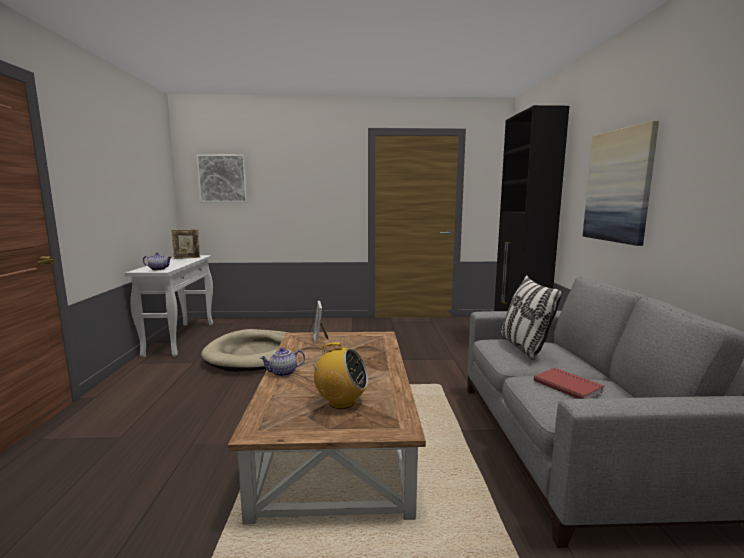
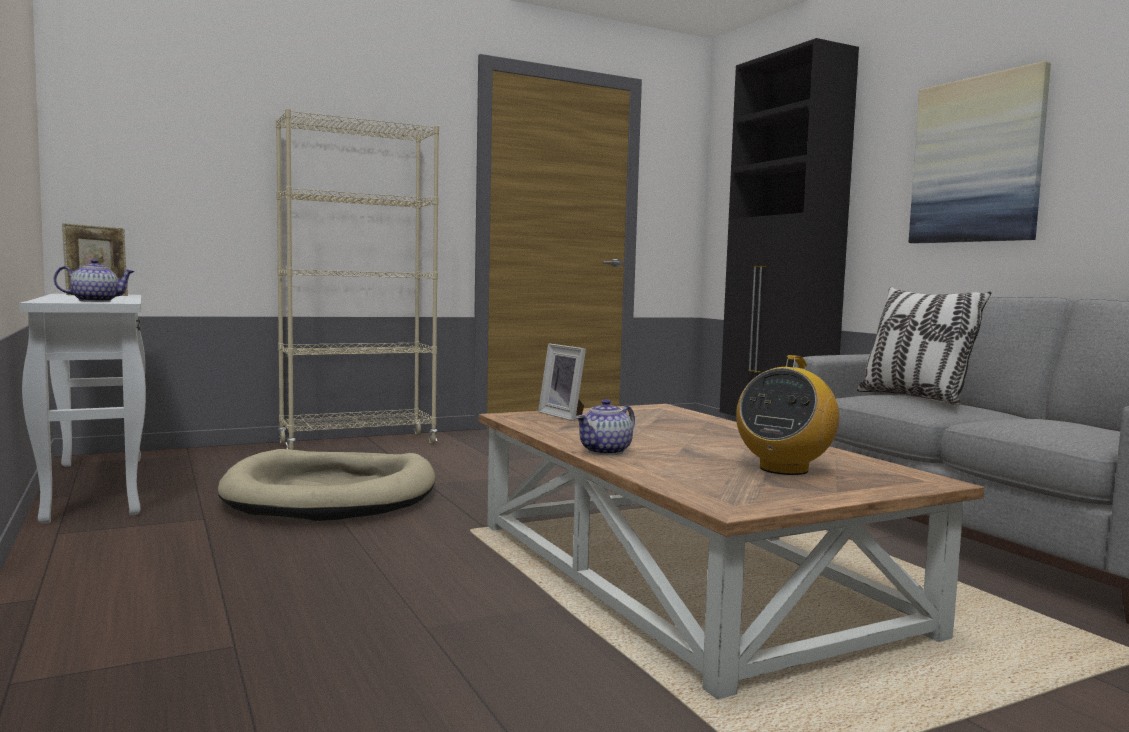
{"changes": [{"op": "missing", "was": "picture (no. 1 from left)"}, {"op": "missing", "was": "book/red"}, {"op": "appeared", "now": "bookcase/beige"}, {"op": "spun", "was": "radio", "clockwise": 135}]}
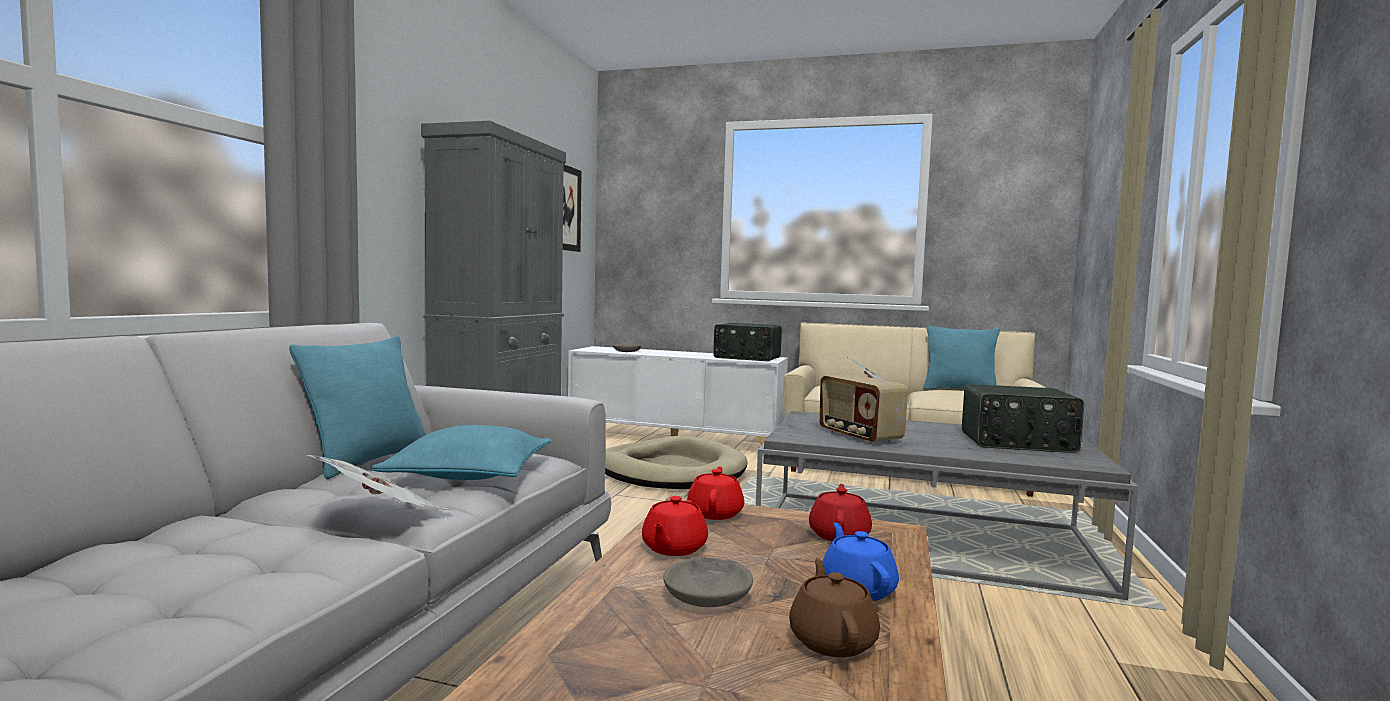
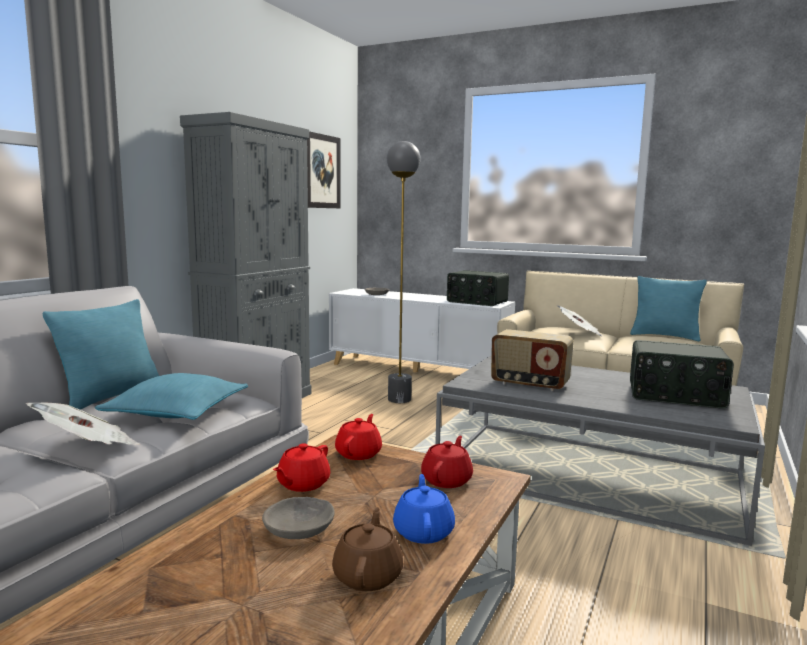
{"changes": [{"op": "exchanged", "was": "dog bed/beige", "now": "floor lamp/grey"}, {"op": "spun", "was": "radio (no. 2 from left)", "clockwise": -45}]}
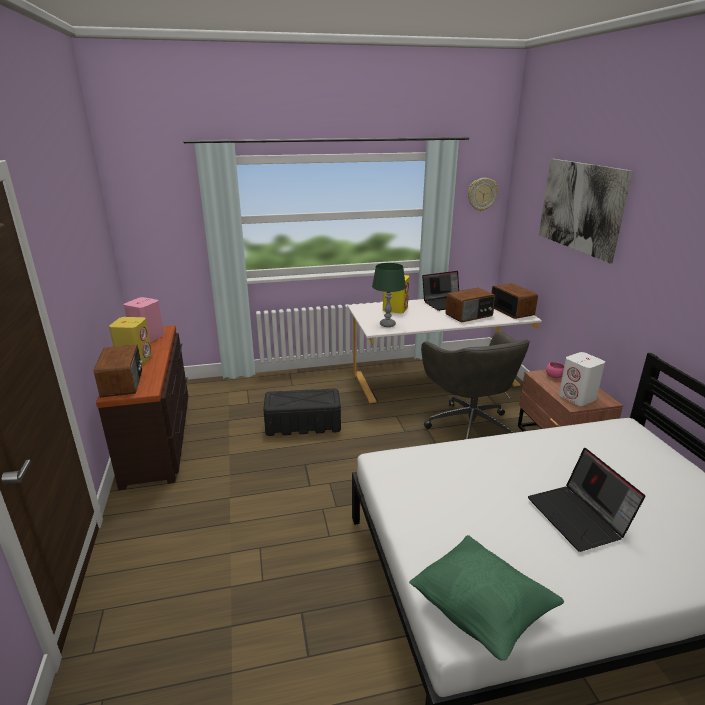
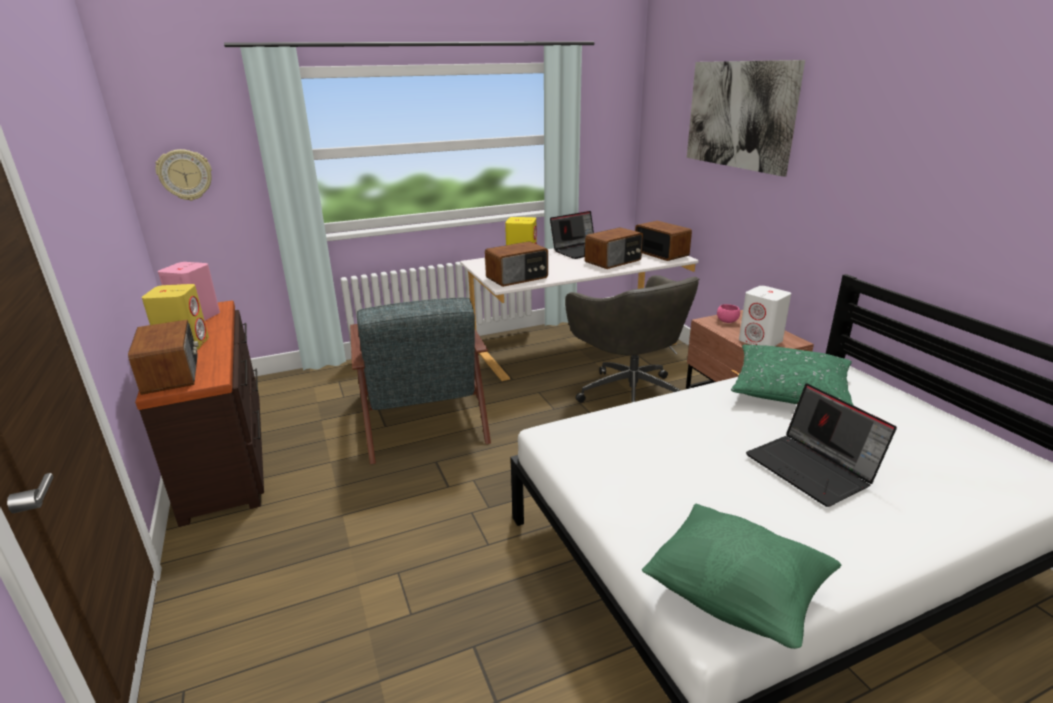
{"changes": [{"op": "appeared", "now": "pillow/green (no. 2 from left)"}, {"op": "relocated", "was": "wall clock"}, {"op": "exchanged", "was": "storage box/black", "now": "armchair/grey"}, {"op": "exchanged", "was": "table lamp/green", "now": "radio (no. 2 from left)"}]}
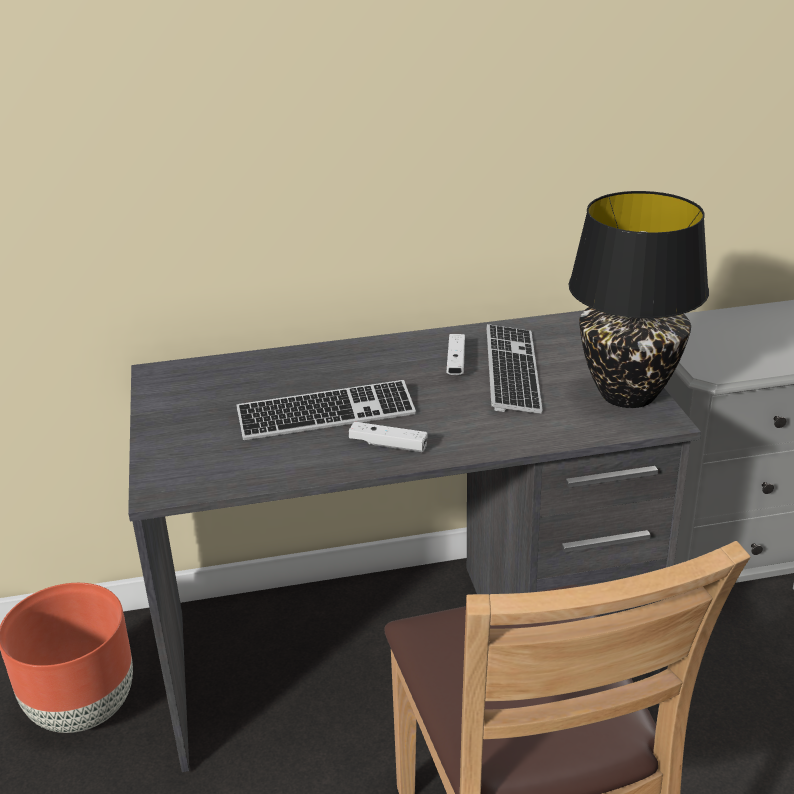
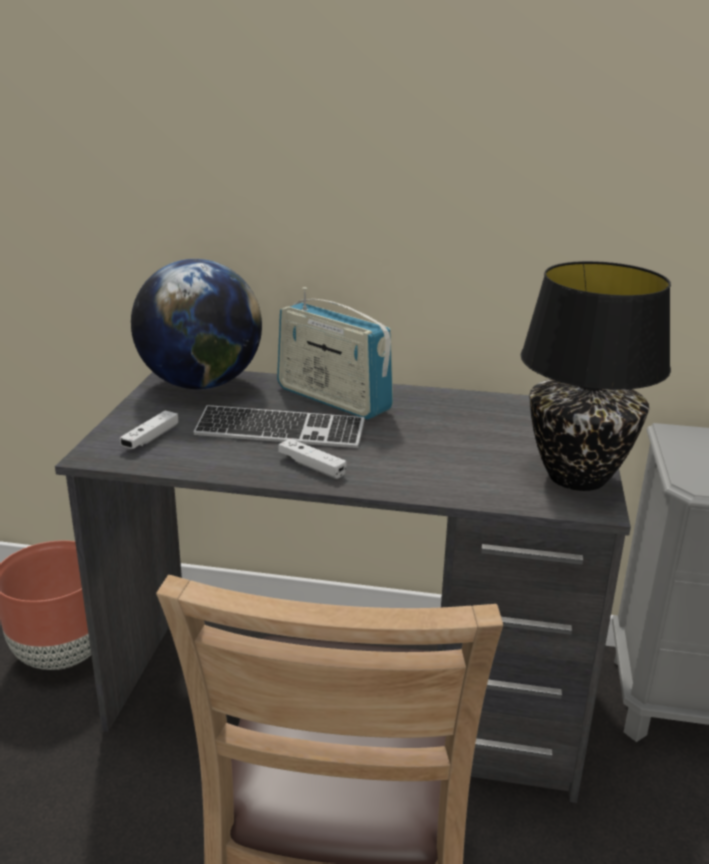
{"changes": [{"op": "missing", "was": "keyboard (no. 2 from left)"}, {"op": "appeared", "now": "globe"}, {"op": "appeared", "now": "radio"}, {"op": "relocated", "was": "game controller/white (no. 2 from left in the first image)", "now": "game controller/white (no. 1 from left)"}]}
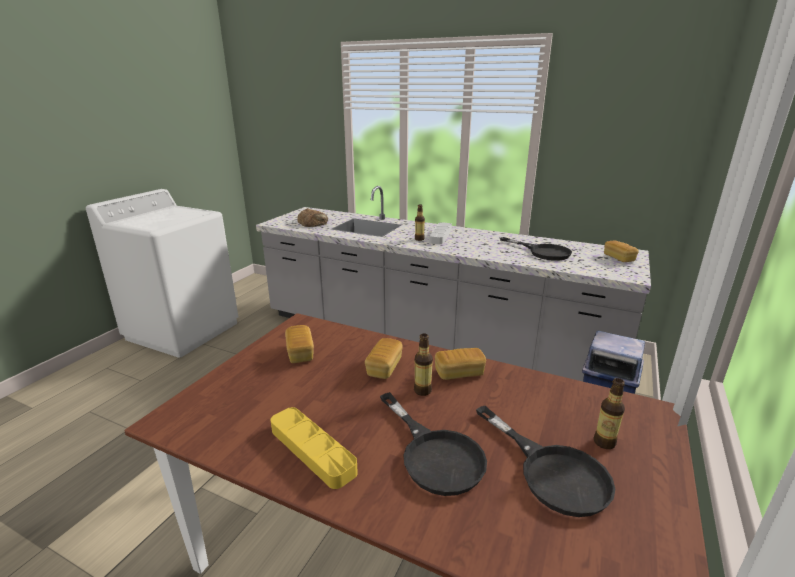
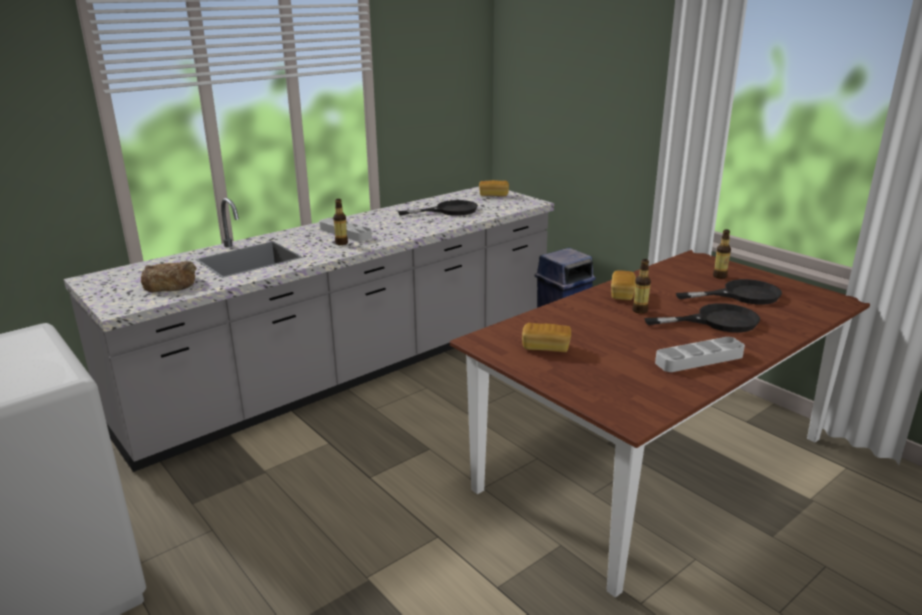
{"changes": [{"op": "missing", "was": "bread (no. 3 from left)"}, {"op": "colour", "was": "tray/yellow", "now": "tray/grey (no. 2 from left)"}]}
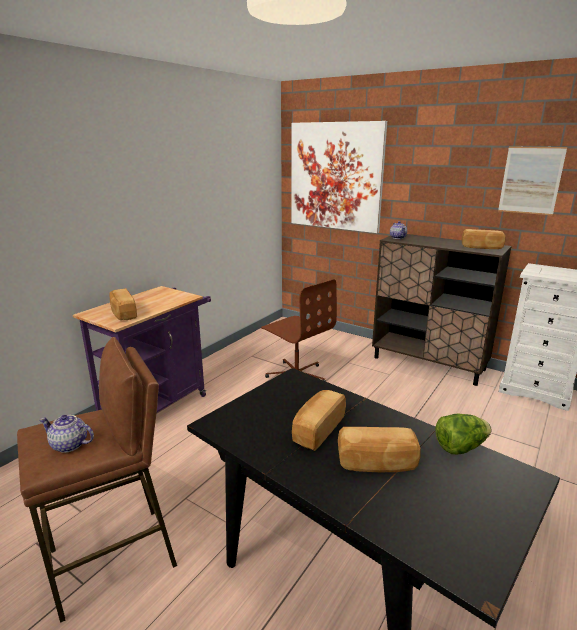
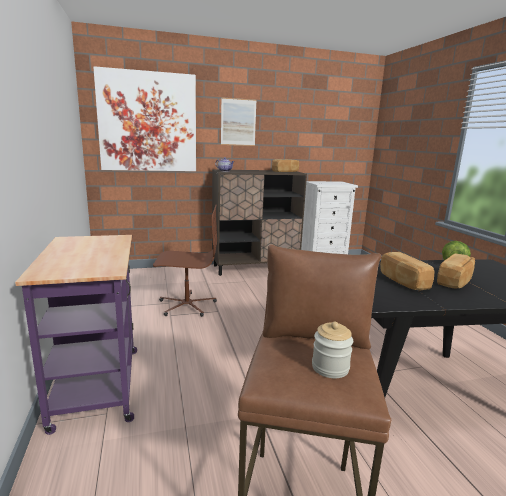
{"changes": [{"op": "missing", "was": "bread (no. 1 from left)"}, {"op": "relocated", "was": "picture (no. 2 from left)"}, {"op": "exchanged", "was": "teapot (no. 1 from left)", "now": "jar"}]}
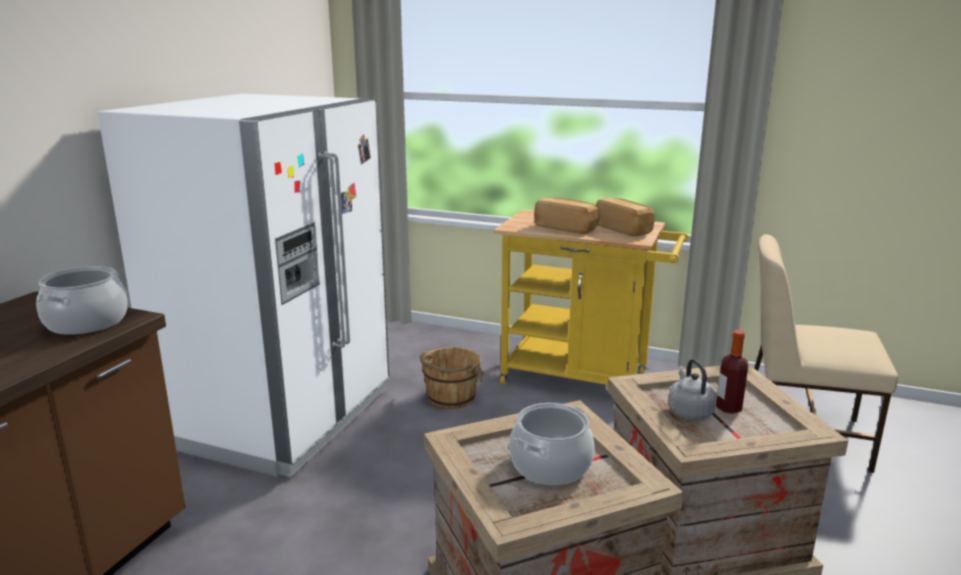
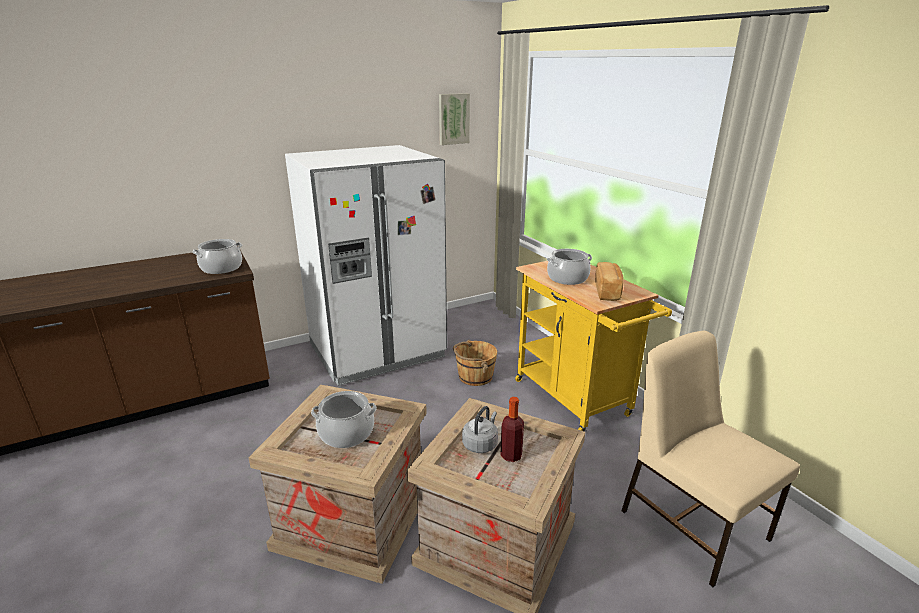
{"changes": [{"op": "appeared", "now": "picture"}, {"op": "exchanged", "was": "bread (no. 1 from left)", "now": "cooking pot (no. 3 from left)"}]}
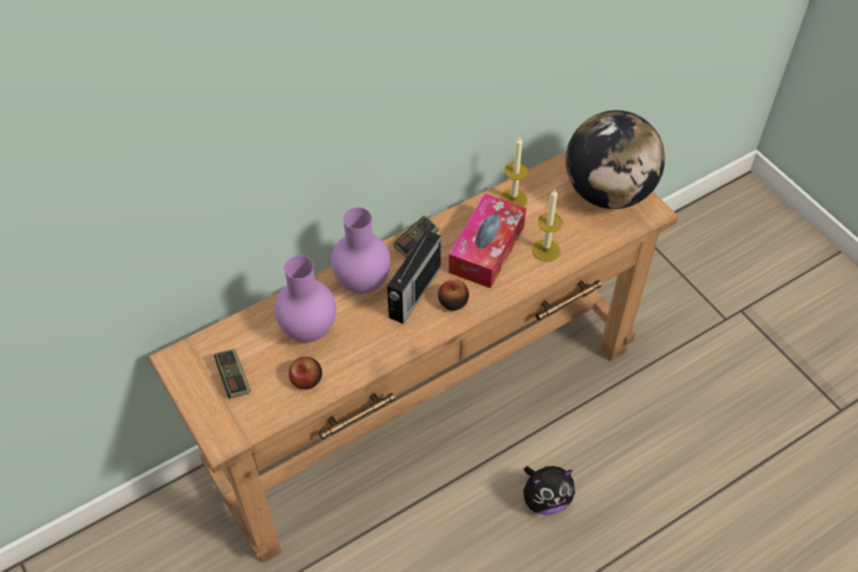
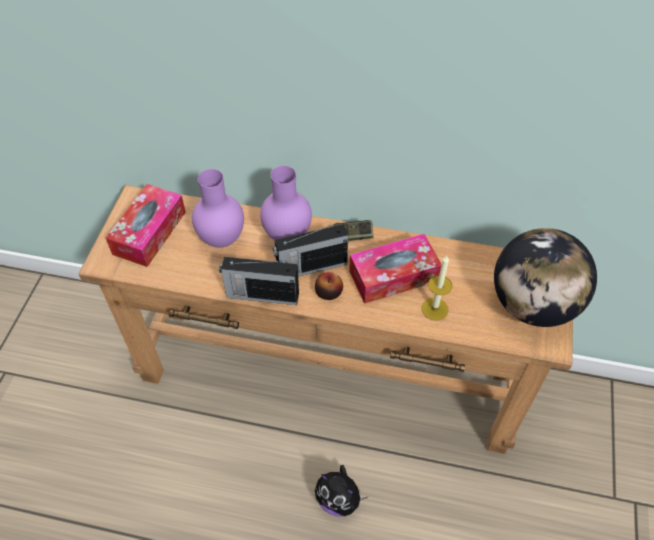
{"changes": [{"op": "missing", "was": "apple (no. 1 from left)"}, {"op": "missing", "was": "candle (no. 1 from left)"}, {"op": "appeared", "now": "radio (no. 1 from left)"}, {"op": "exchanged", "was": "game controller (no. 1 from left)", "now": "tissue box (no. 1 from left)"}]}
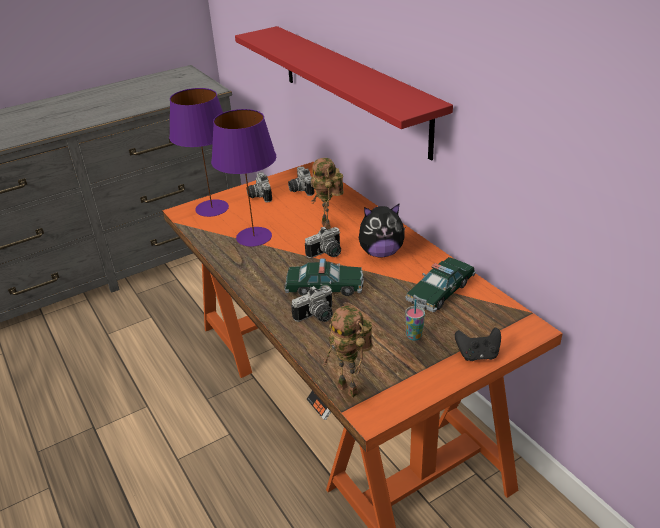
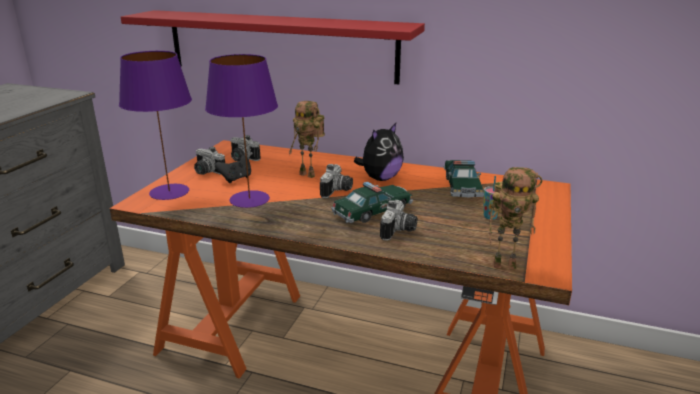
{"changes": [{"op": "relocated", "was": "game controller/black"}]}
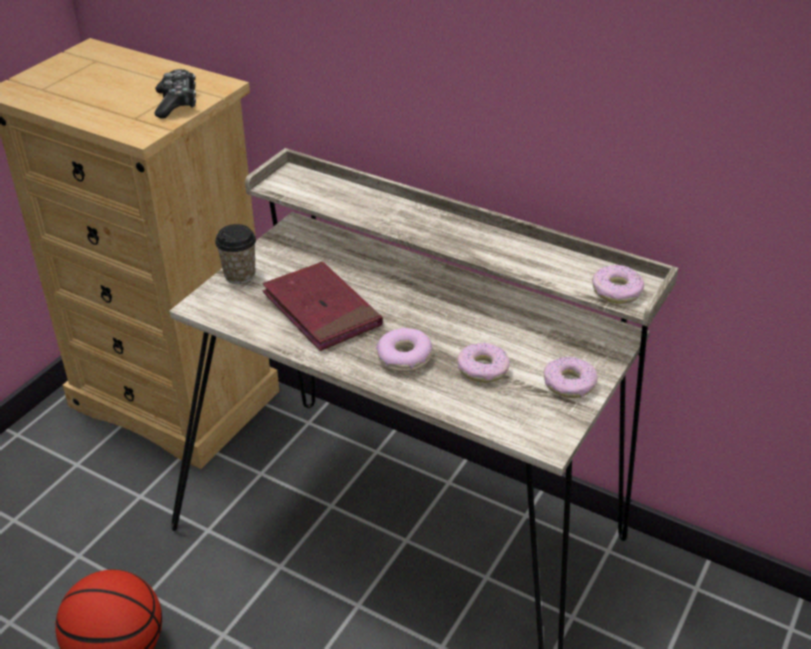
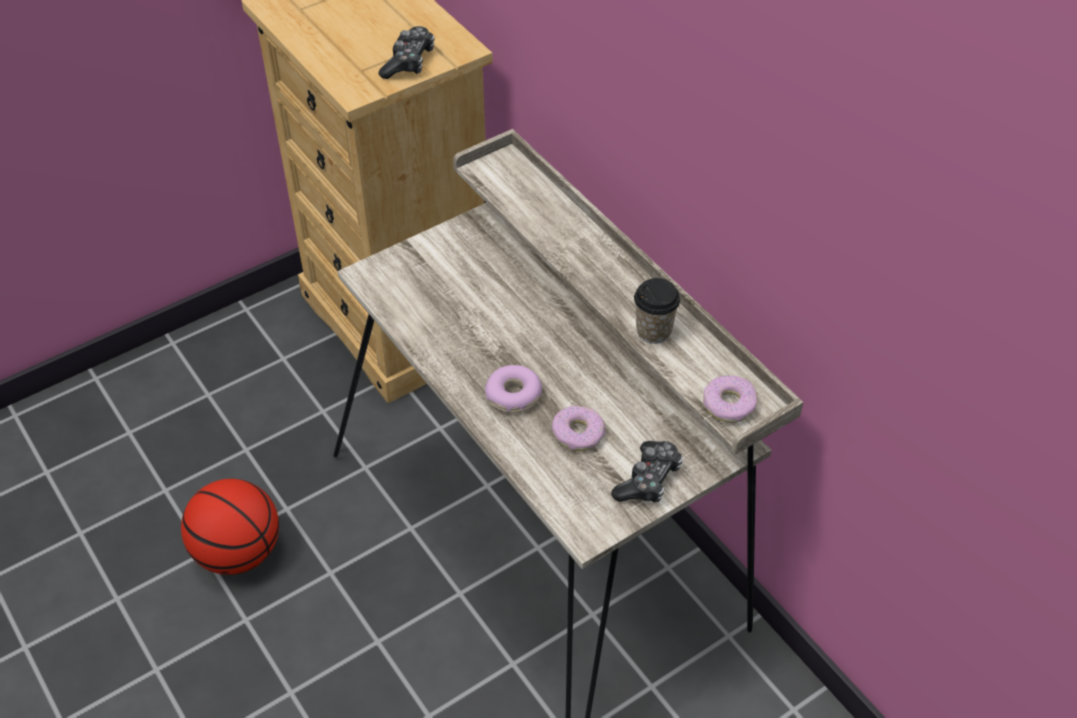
{"changes": [{"op": "missing", "was": "book/red"}, {"op": "relocated", "was": "cup"}, {"op": "exchanged", "was": "donut (no. 3 from left)", "now": "game controller (no. 2 from left)"}]}
